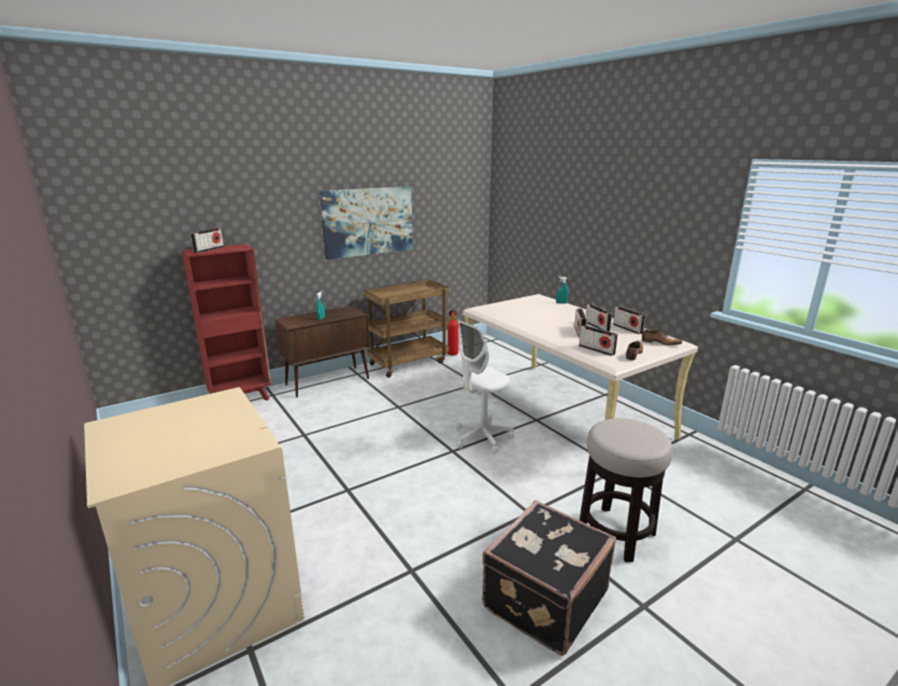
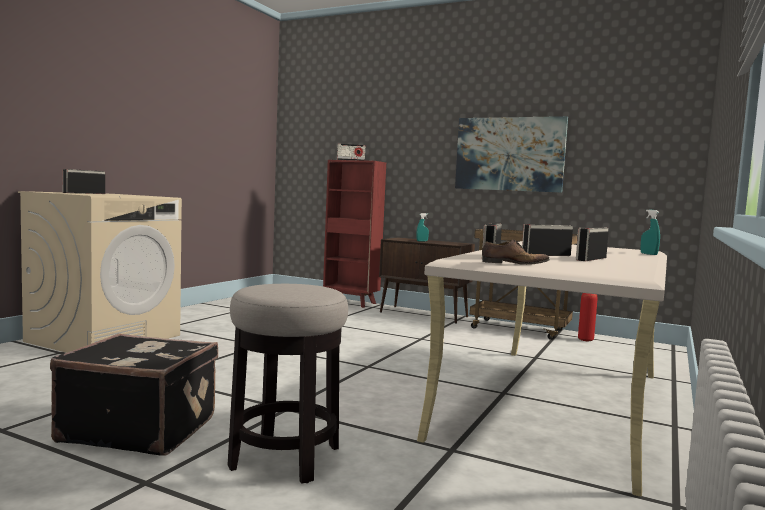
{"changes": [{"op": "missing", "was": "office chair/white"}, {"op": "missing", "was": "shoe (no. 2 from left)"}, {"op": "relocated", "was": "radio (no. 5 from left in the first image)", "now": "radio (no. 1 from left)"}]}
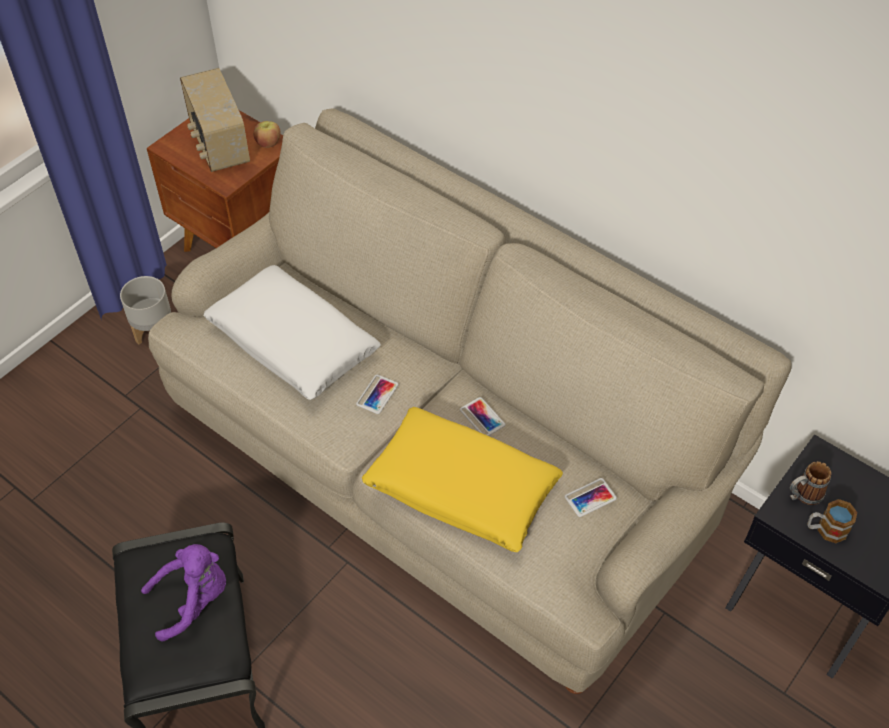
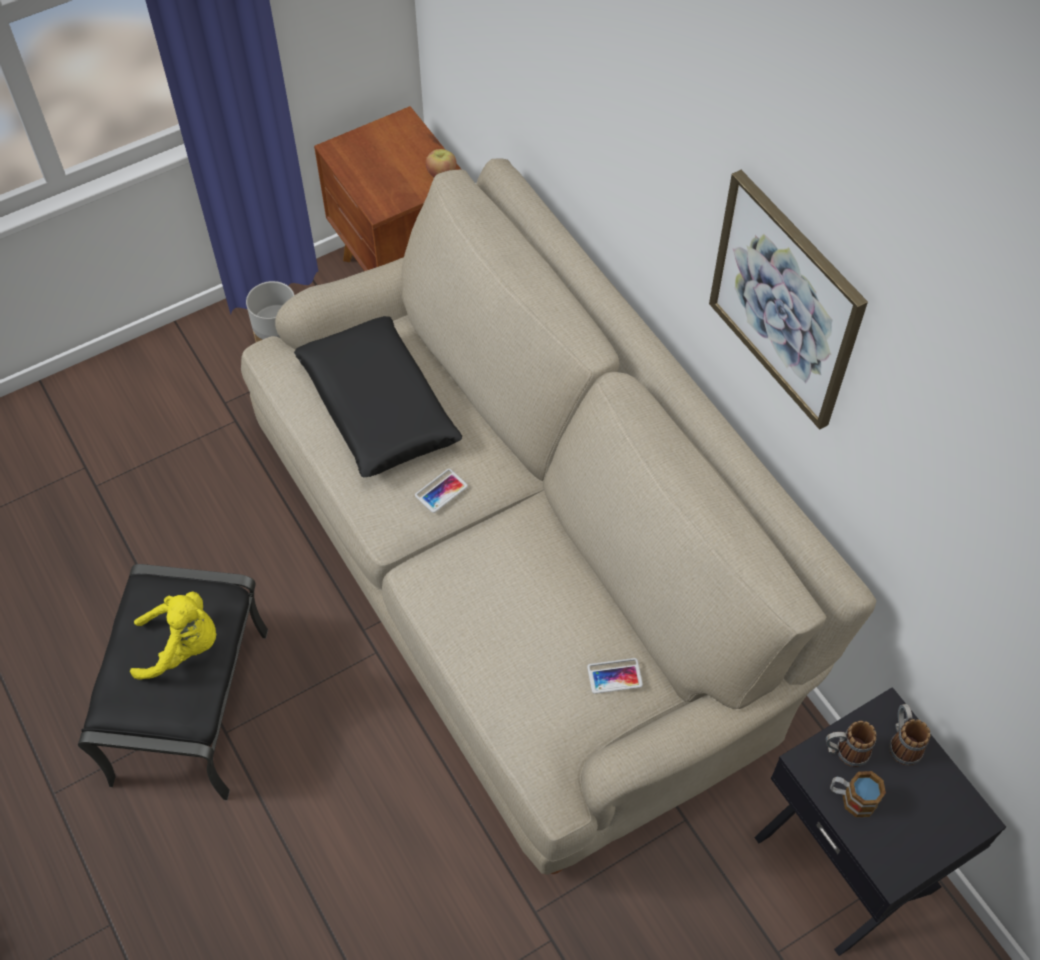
{"changes": [{"op": "missing", "was": "radio"}, {"op": "missing", "was": "pillow/yellow"}, {"op": "missing", "was": "phone (no. 2 from left)"}, {"op": "appeared", "now": "picture"}, {"op": "appeared", "now": "mug (no. 3 from left)"}, {"op": "colour", "was": "plush toy/purple", "now": "plush toy/yellow"}, {"op": "colour", "was": "pillow/white", "now": "pillow/black"}]}
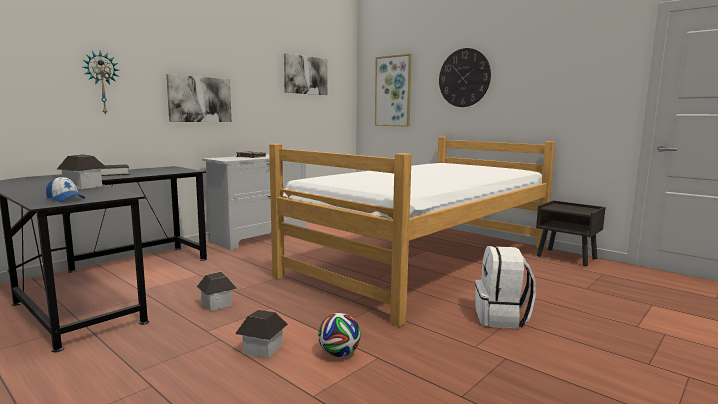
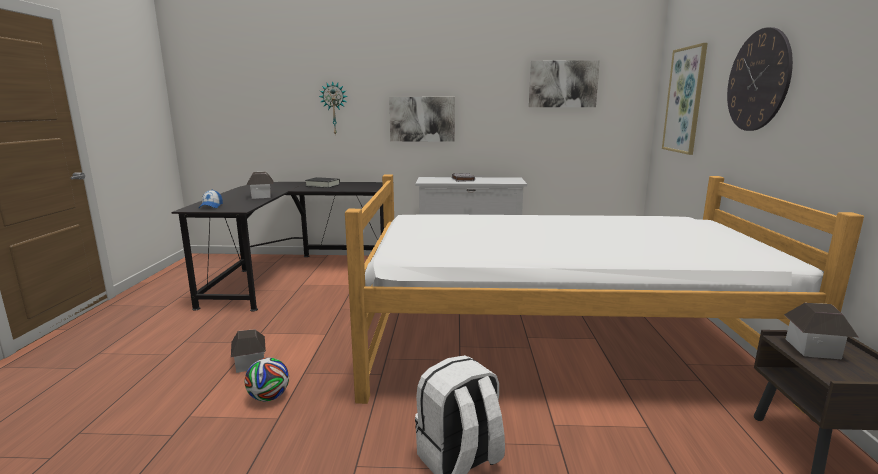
{"changes": [{"op": "relocated", "was": "toy house (no. 2 from left in the first image)", "now": "toy house (no. 3 from left)"}]}
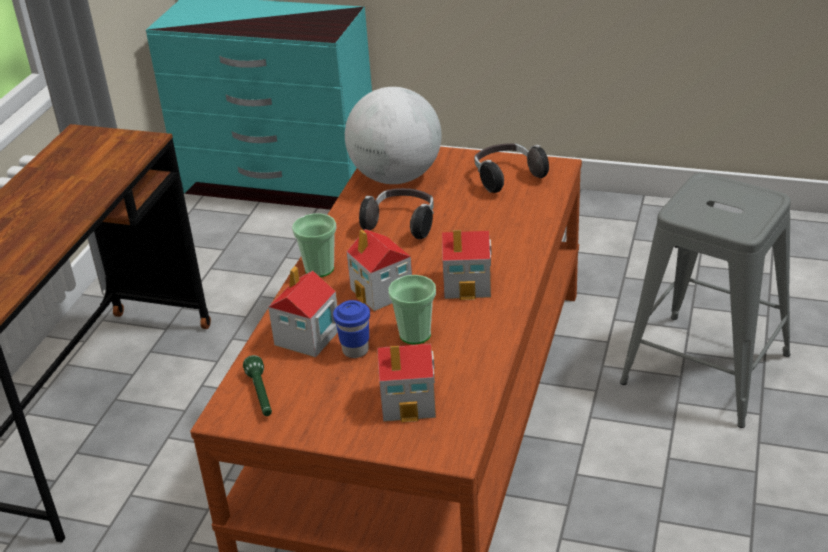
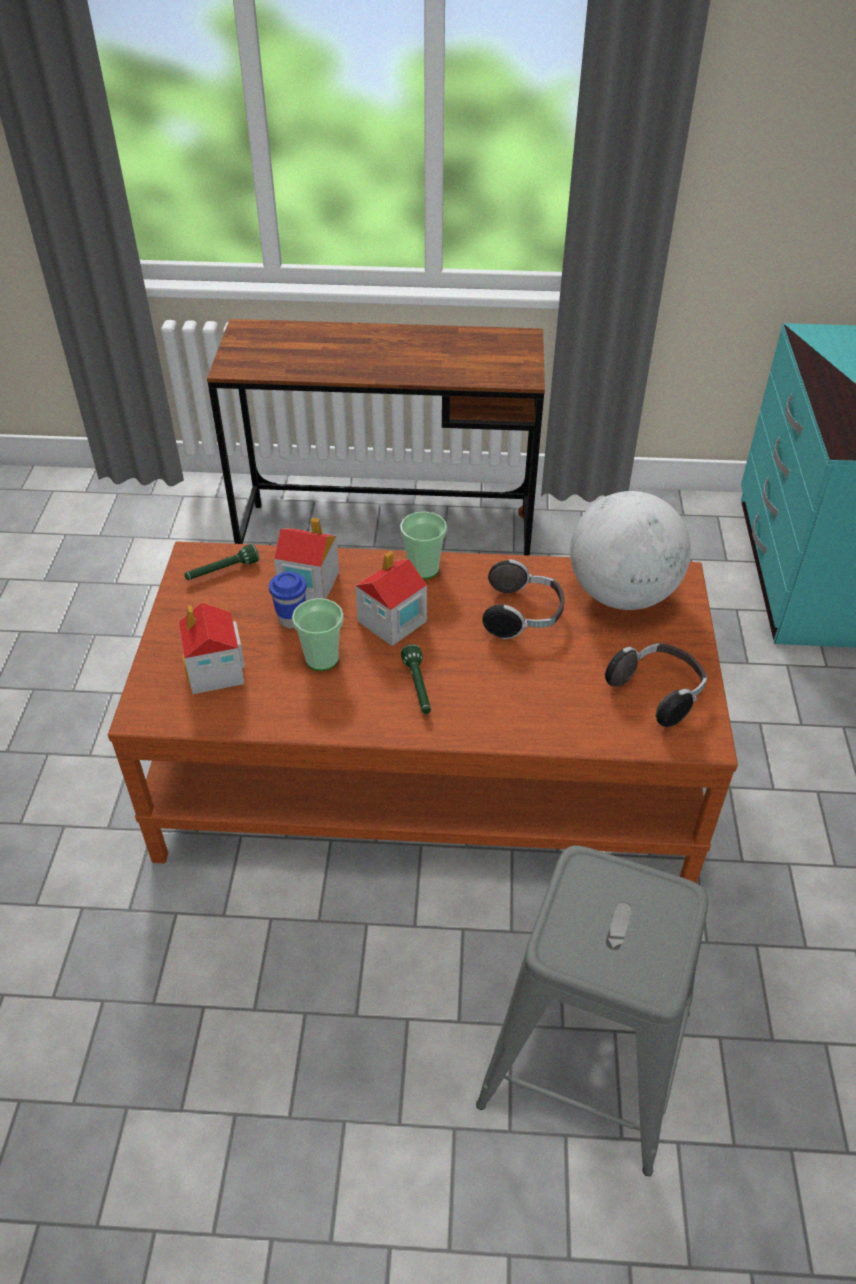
{"changes": [{"op": "exchanged", "was": "toy house (no. 4 from left)", "now": "flashlight/green (no. 2 from left)"}]}
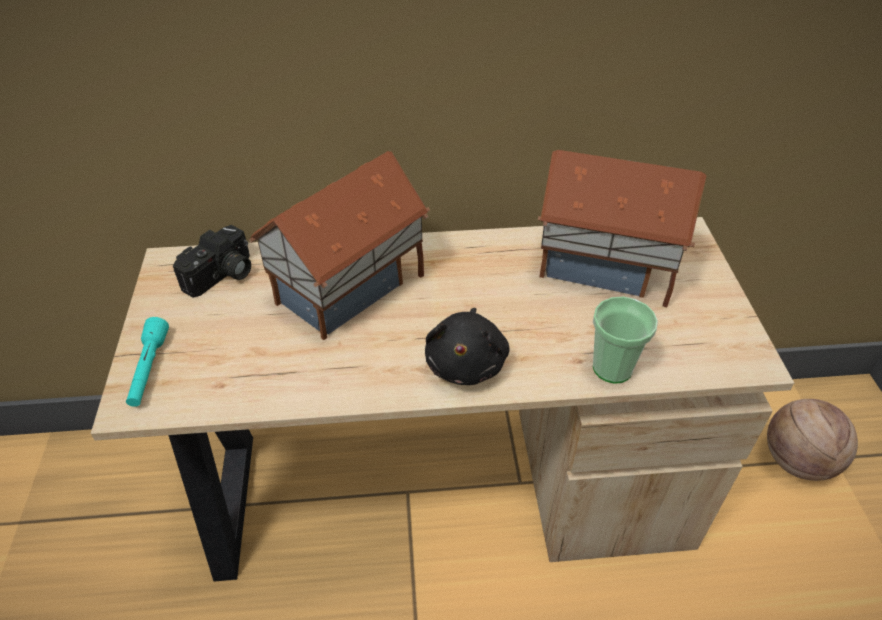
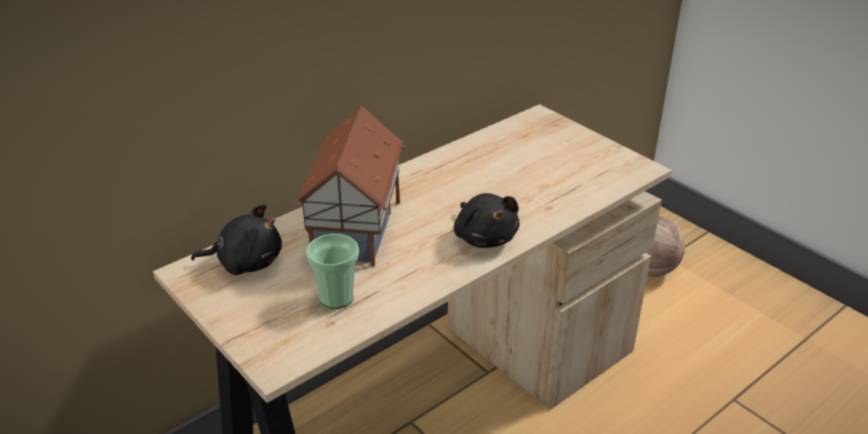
{"changes": [{"op": "missing", "was": "flashlight/turquoise"}, {"op": "missing", "was": "toy house (no. 2 from left)"}, {"op": "relocated", "was": "cup"}, {"op": "exchanged", "was": "photo camera", "now": "plush toy/black (no. 1 from left)"}]}
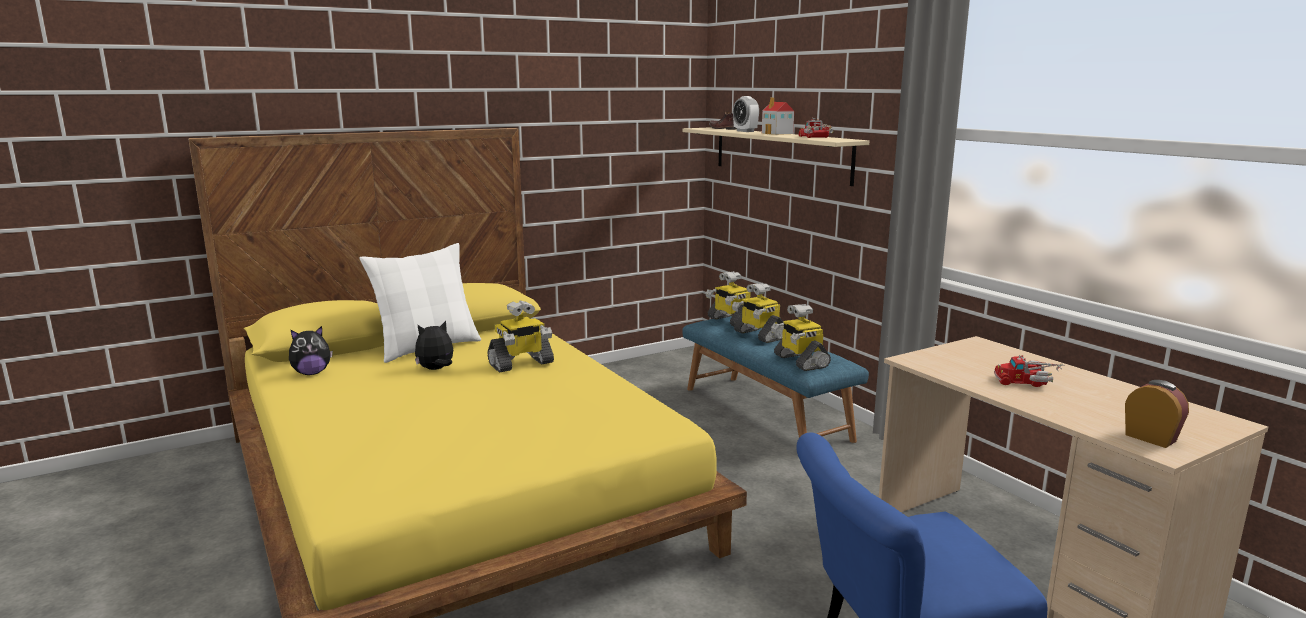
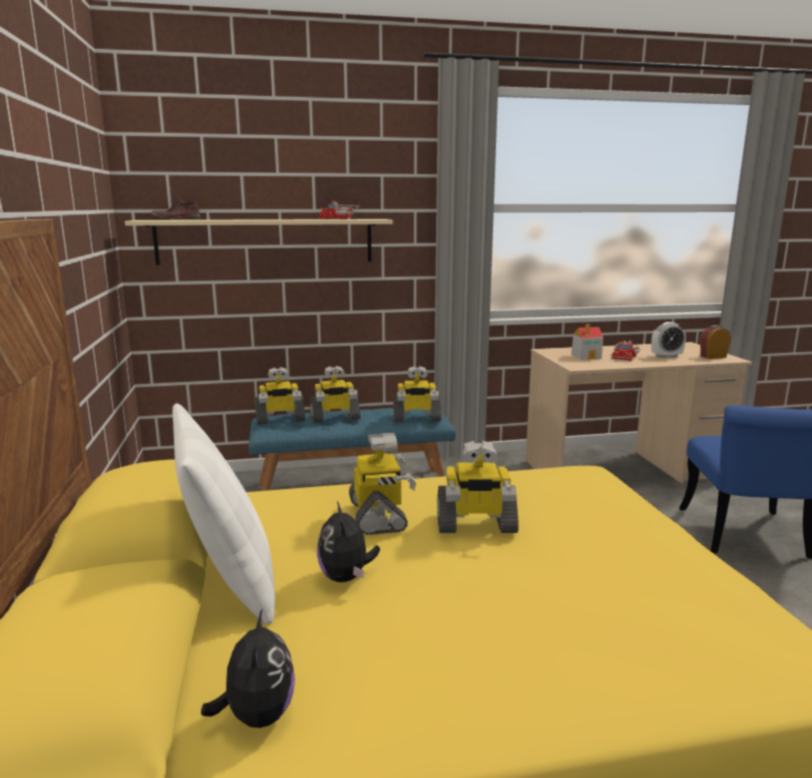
{"changes": [{"op": "appeared", "now": "toy robot (no. 5 from left)"}, {"op": "relocated", "was": "alarm clock (no. 1 from left)"}, {"op": "relocated", "was": "toy house"}]}
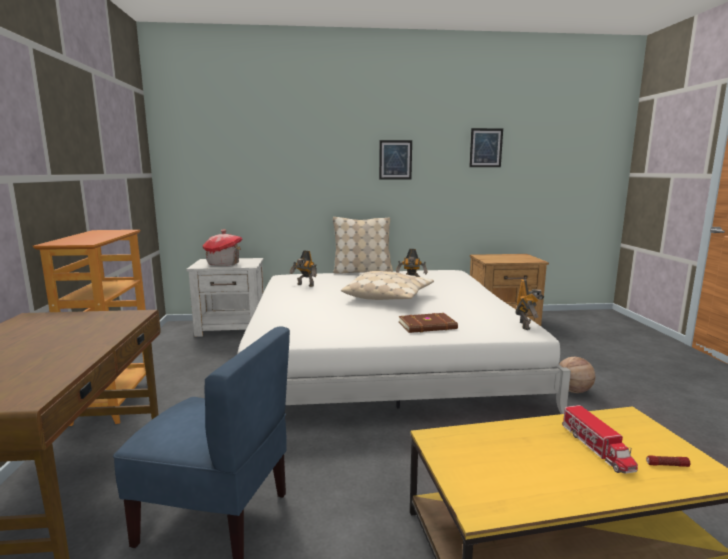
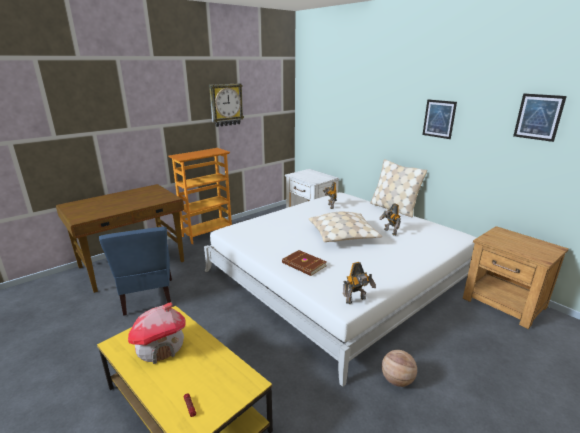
{"changes": [{"op": "missing", "was": "toy truck"}, {"op": "appeared", "now": "wall clock"}, {"op": "relocated", "was": "toy house"}]}
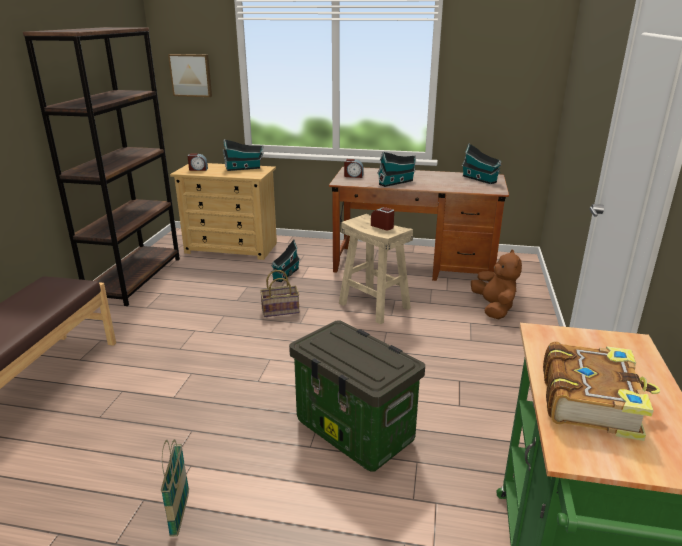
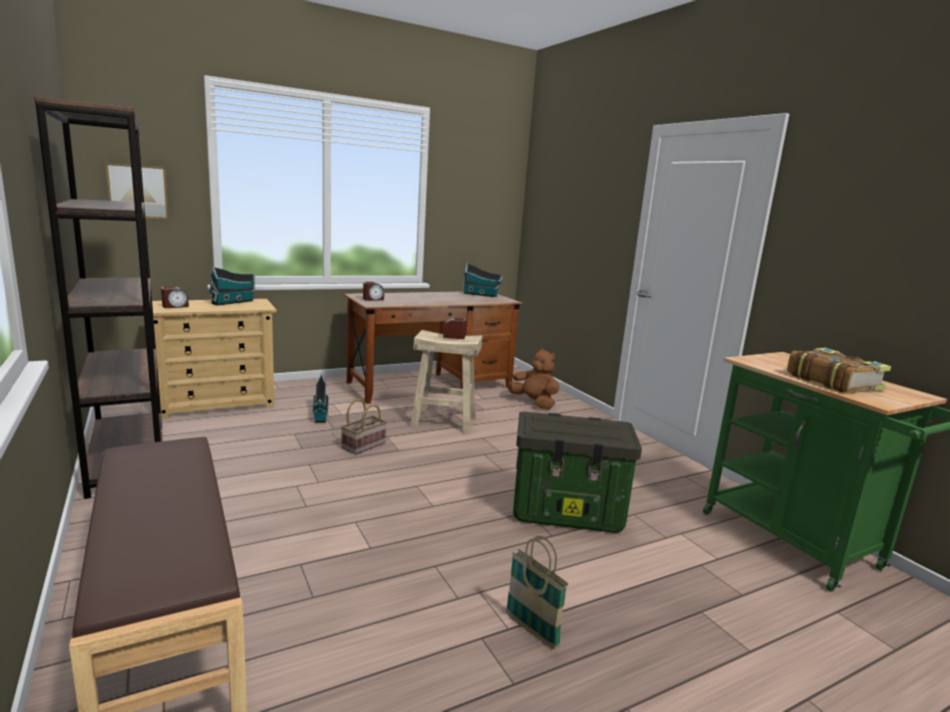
{"changes": [{"op": "missing", "was": "toy house (no. 3 from left)"}]}
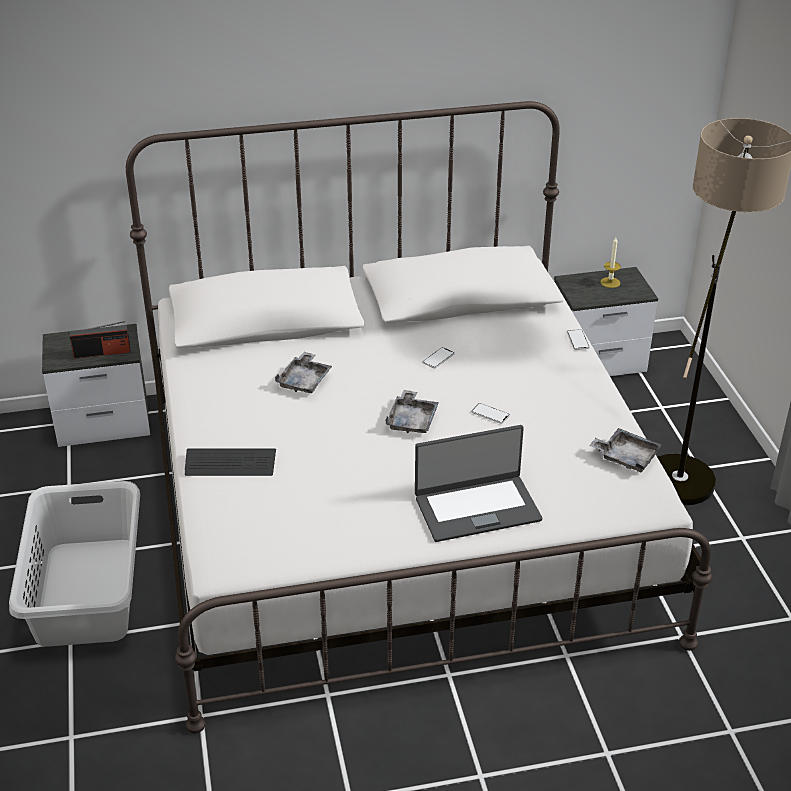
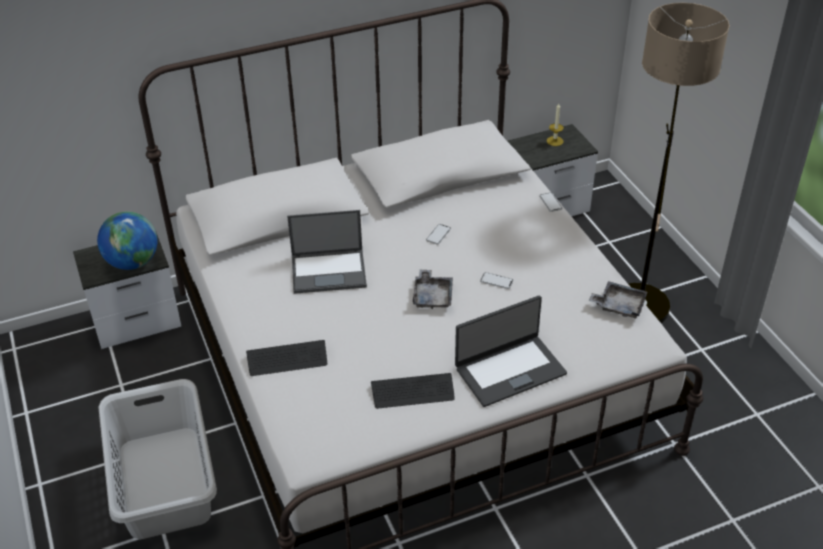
{"changes": [{"op": "appeared", "now": "keyboard (no. 2 from left)"}, {"op": "exchanged", "was": "radio", "now": "globe"}, {"op": "exchanged", "was": "tray/grey (no. 1 from left)", "now": "laptop (no. 1 from left)"}]}
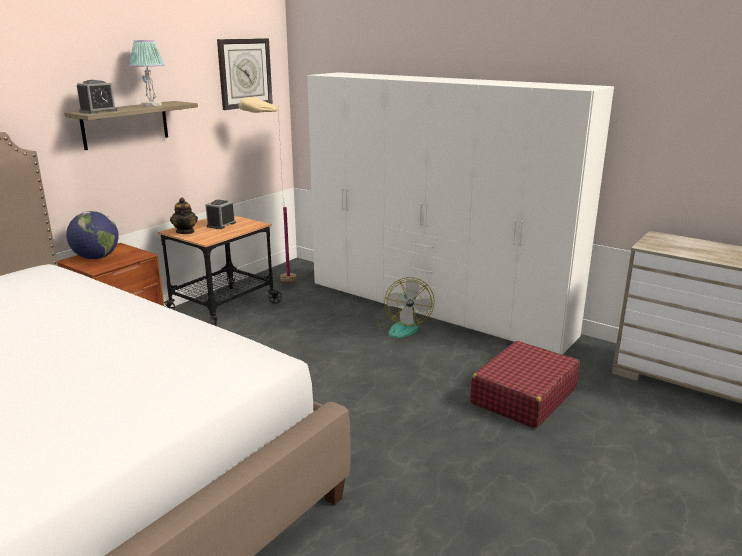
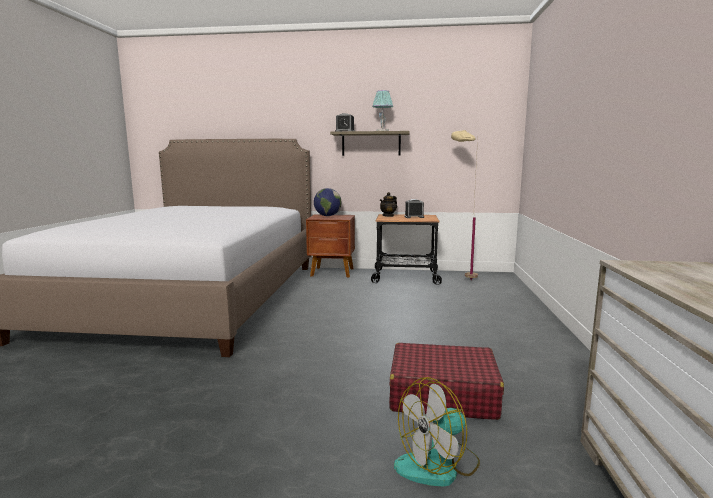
{"changes": [{"op": "missing", "was": "wall clock"}, {"op": "missing", "was": "wardrobe/white"}, {"op": "relocated", "was": "fan"}]}
